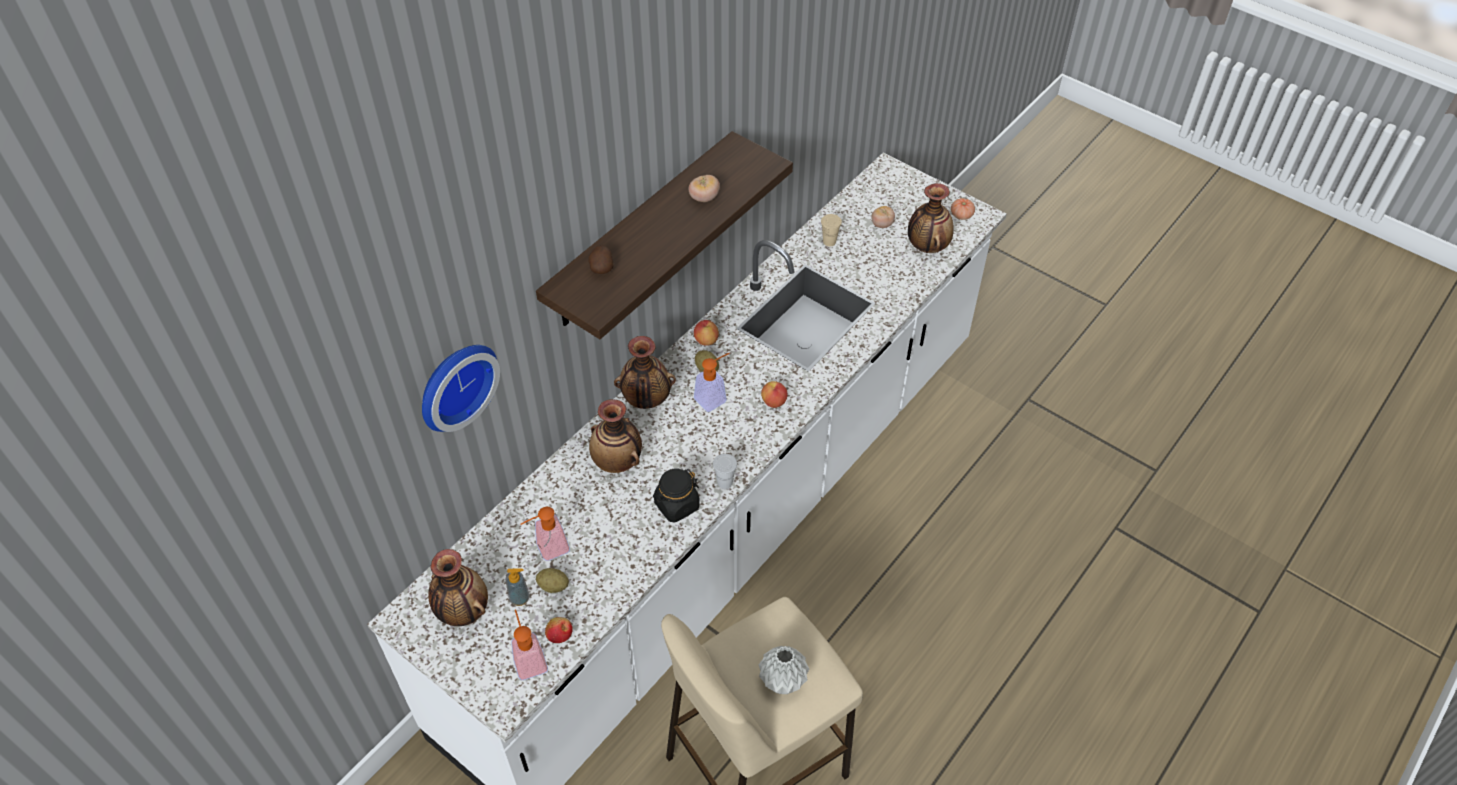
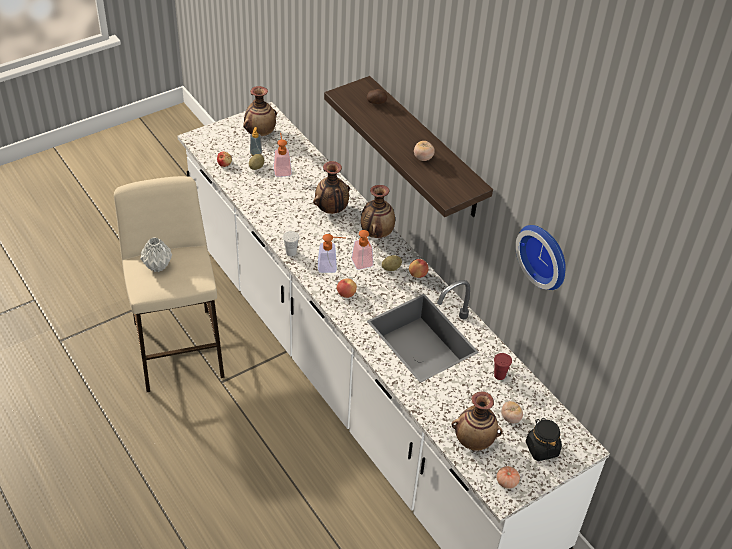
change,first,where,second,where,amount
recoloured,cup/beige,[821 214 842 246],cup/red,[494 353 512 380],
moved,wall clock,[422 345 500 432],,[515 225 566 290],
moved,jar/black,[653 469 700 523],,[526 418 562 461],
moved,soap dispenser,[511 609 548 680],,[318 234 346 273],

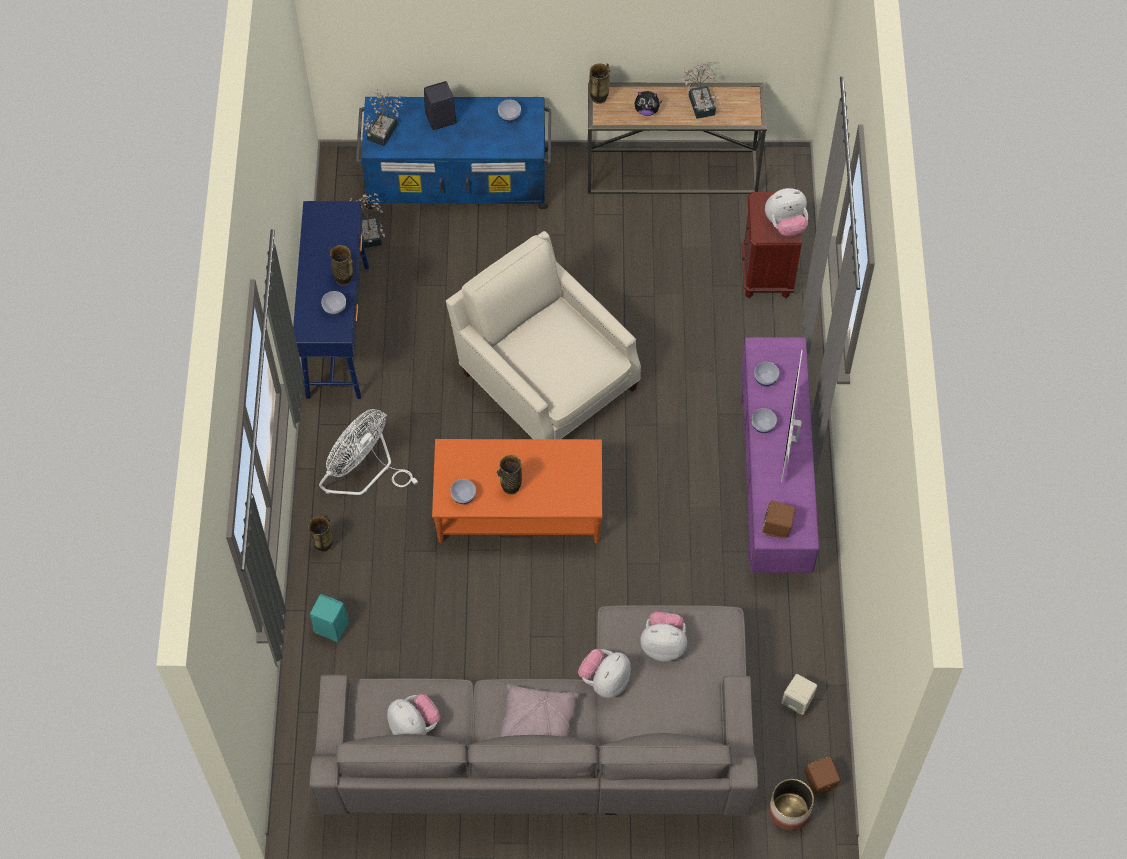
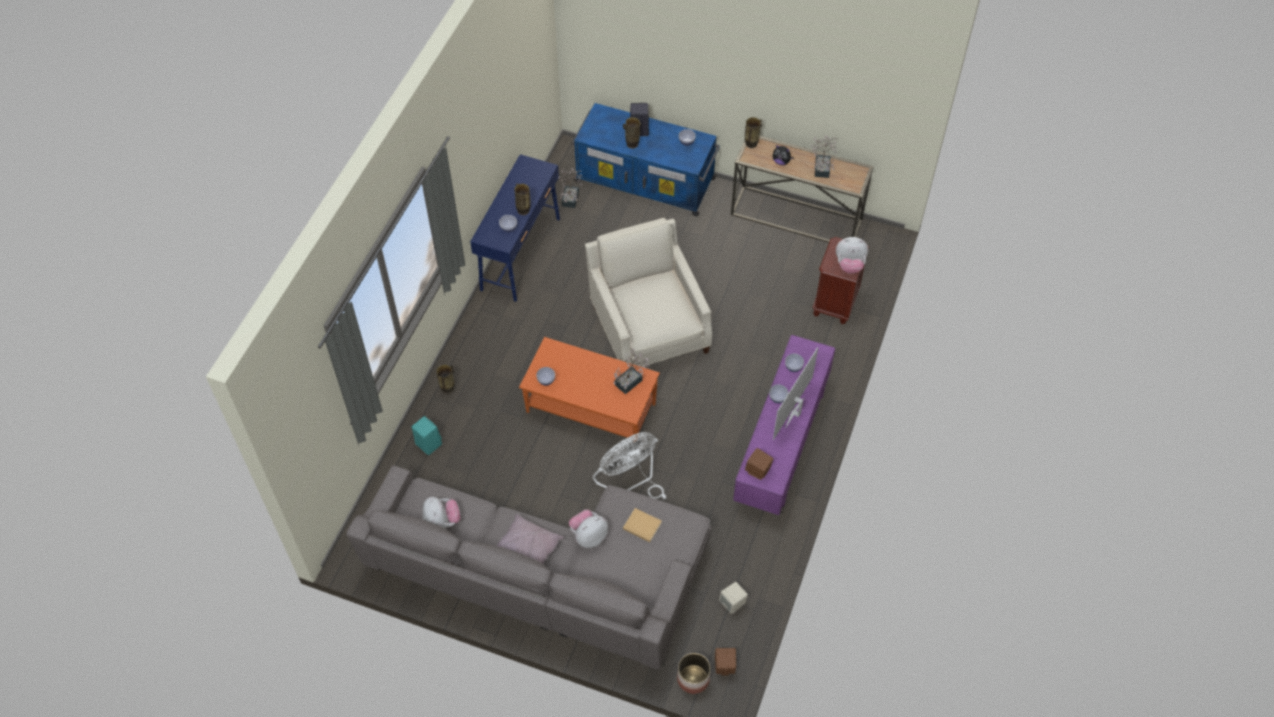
change,first,where,second,where,amount
moved,potted plant,[364 88 403 146],,[613 349 650 394],
moved,fan/white,[319 409 418 495],,[593 432 666 500],
moved,vase,[497 455 522 495],,[623 117 641 149],
replaced,plush toy,[640 612 687 661],book/beige,[623 508 662 542],

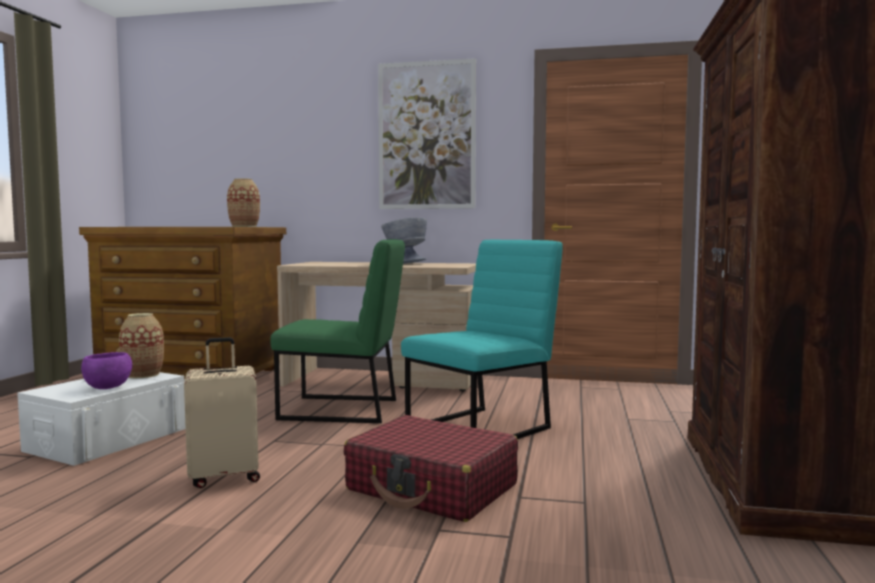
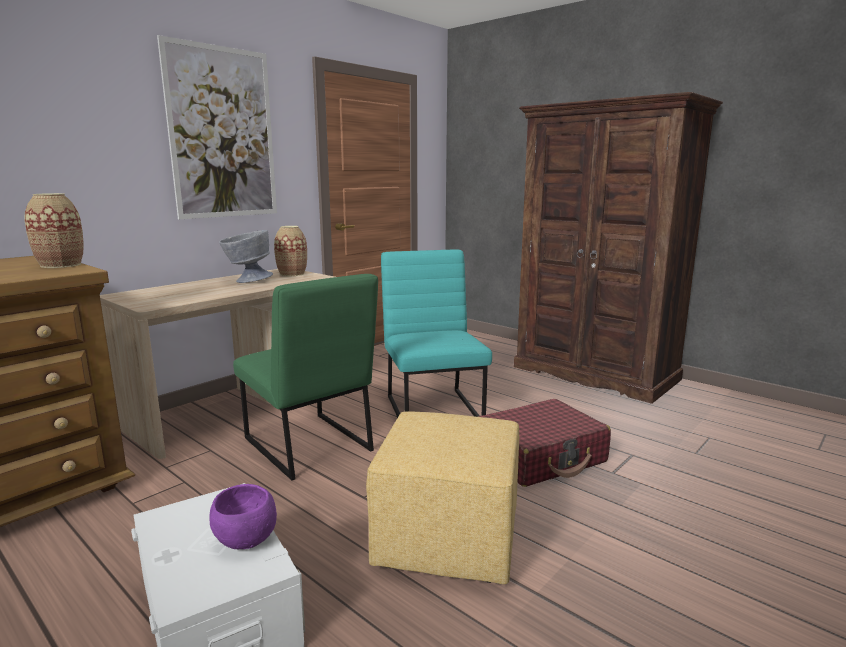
change,first,where,second,where,amount
turned,chair/green,[270 239 405 423],,[233 274 378 480],105 degrees clockwise
moved,vase,[119 313 164 378],,[274 226 307 276],
replaced,suitcase/beige,[184 337 260 488],ottoman/yellow,[366 411 519 584],

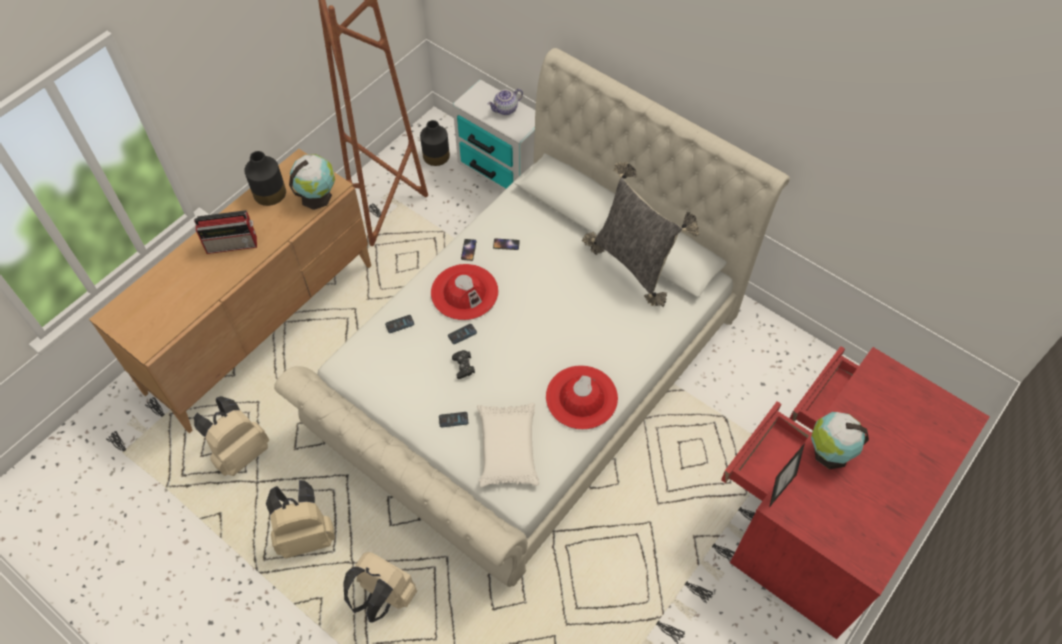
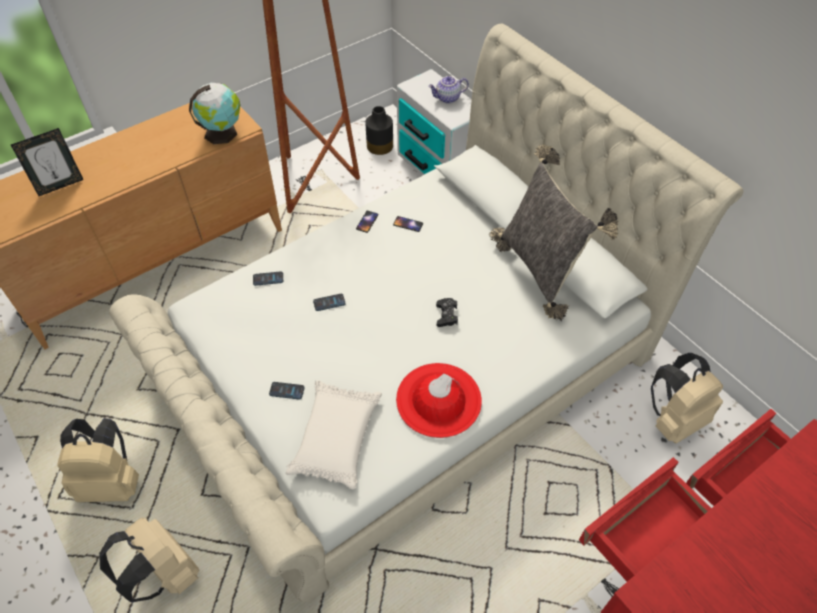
change,first,where,second,where,amount
removed,vase/black,[244 151 286 206],,,
removed,radio,[194 210 257 254],,,
removed,hat/red,[431 264 498 320],,,
moved,game controller/black,[452 350 475 379],,[436 298 458 327],
moved,backpack/beige,[194 396 269 476],,[651 353 723 444],
removed,globe,[811 412 869 470],,,
moved,picture frame,[769 443 805 508],,[11 128 84 196],

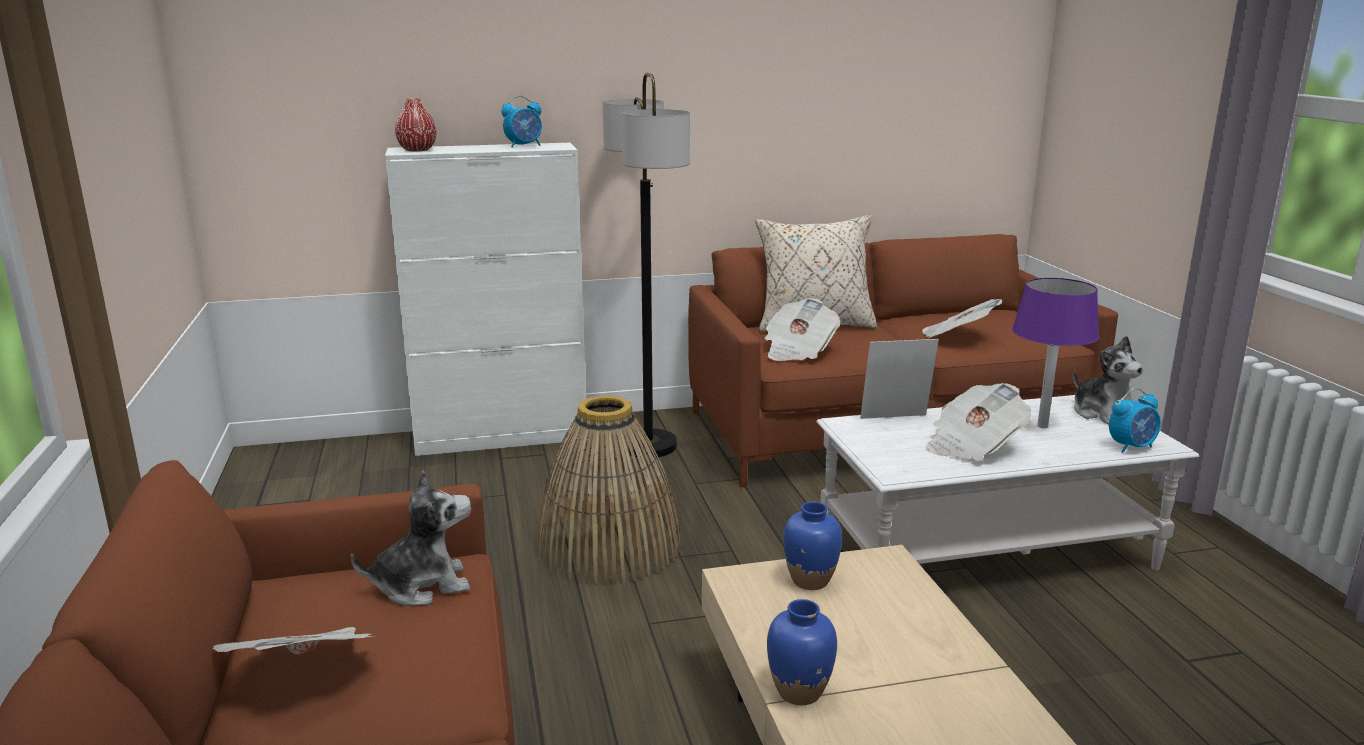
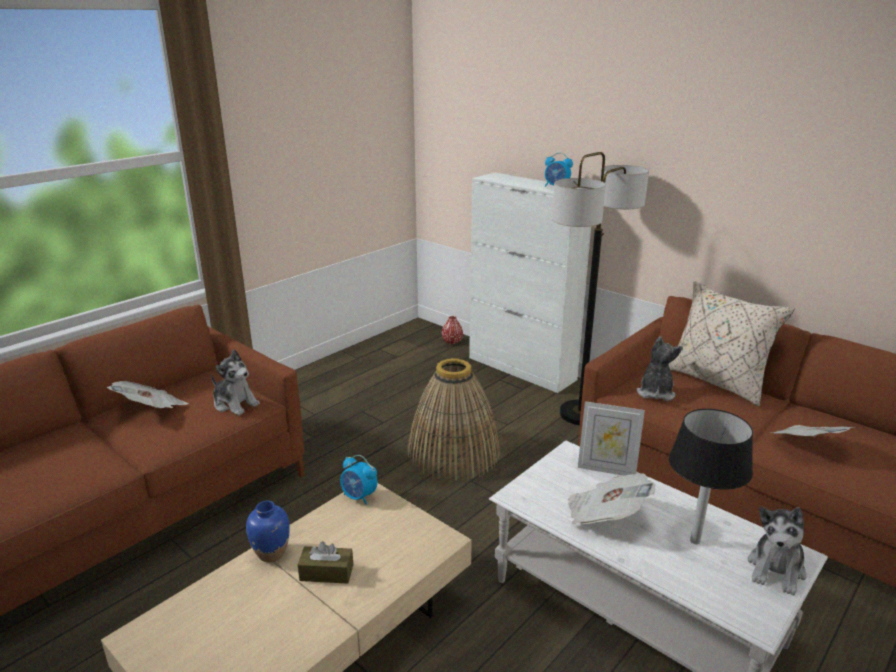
change,first,where,second,where,amount
moved,vase/red,[395 98 436 152],,[442 316 463 344],
recoloured,table lamp/purple,[1012 278 1100 428],table lamp/black,[669 409 753 544],
replaced,newspaper,[764 298 841 361],plush toy,[637 336 683 401],
turned,picture frame,[860 339 939 419],,[578 401 645 475],150 degrees clockwise
moved,alarm clock,[1109 388 1161 453],,[340 455 377 505],
removed,vase/blue,[783 501 842 590],,,
added,,,tissue box/brown,[298 541 353 584],

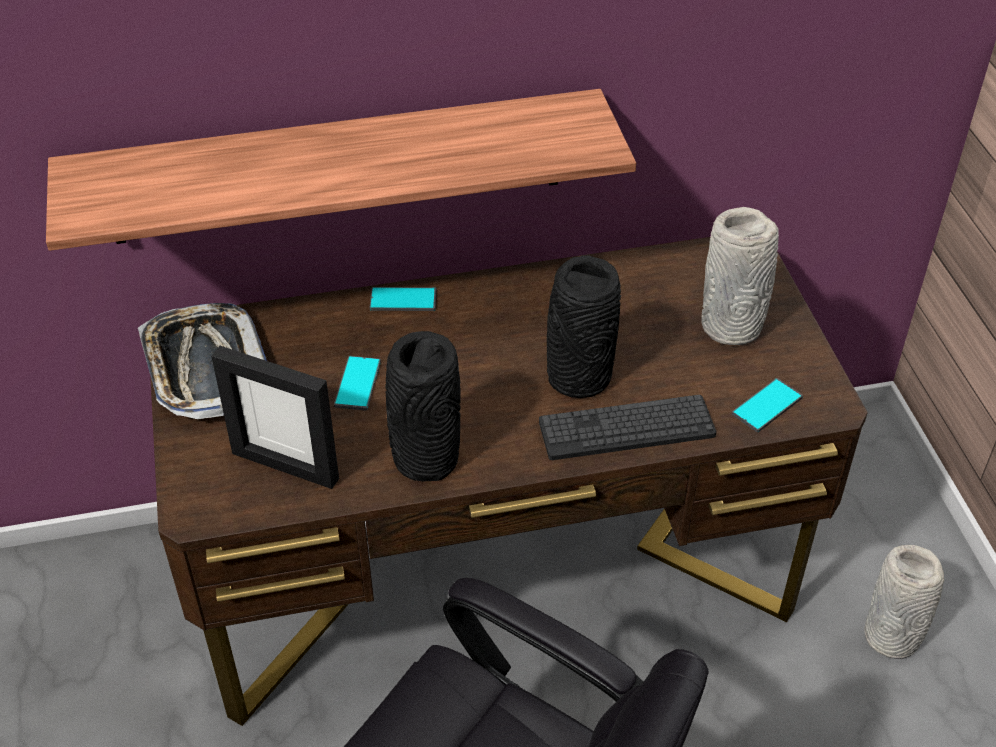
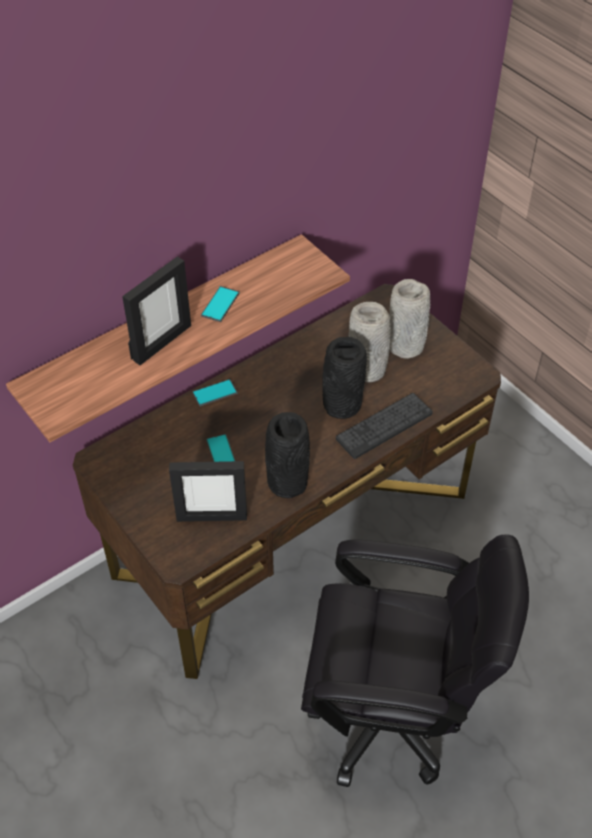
change,first,where,second,where,amount
removed,tray,[138 303 267 419],,,
moved,phone,[732 378 803 432],,[201 286 239 322],
moved,vase/grey,[864 545 944 659],,[349 302 391 382],
added,,,picture frame,[122 256 191 365],

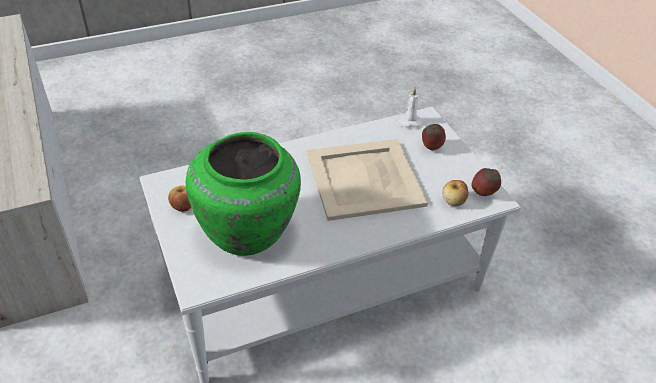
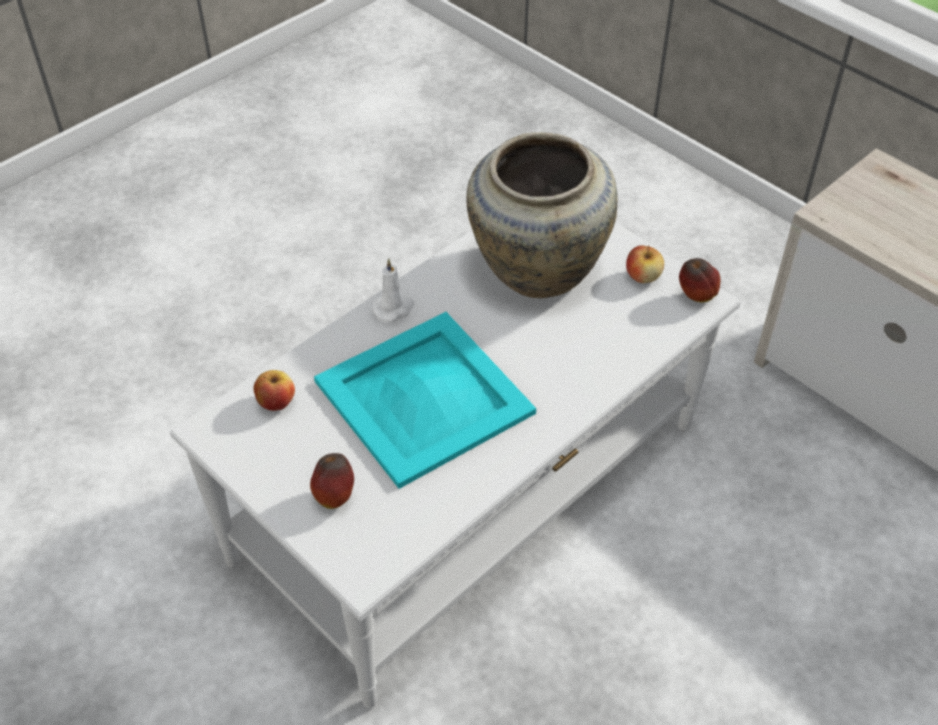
change,first,where,second,where,amount
moved,candle/white,[396 88 422 128],,[372 258 414 322],
recoloured,vase/green,[186 132 301 256],vase/beige,[466 132 618 298],
recoloured,tray/beige,[307 139 428 221],tray/turquoise,[314 312 536 489],
moved,apple,[471 168 501 196],,[679 258 720 302],

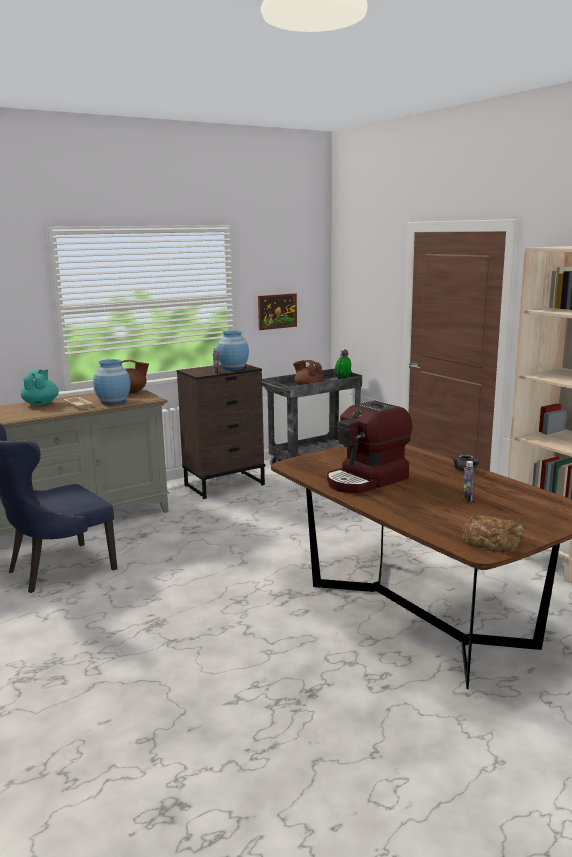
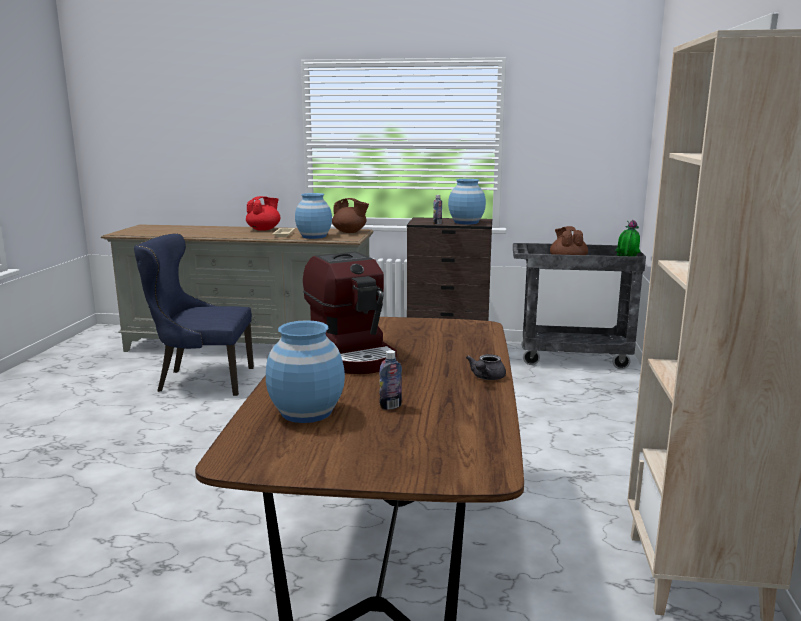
change,first,where,second,where,amount
removed,picture,[258 293 297 330],,,
recoloured,teapot/turquoise,[21 370 59 406],teapot/red,[246 196 280 231],
turned,coffee machine,[327 401 412 493],,[303 252 397 374],120 degrees counterclockwise
removed,bread,[462 514 524 552],,,
added,,,vase/blue,[266 320 345 423],

